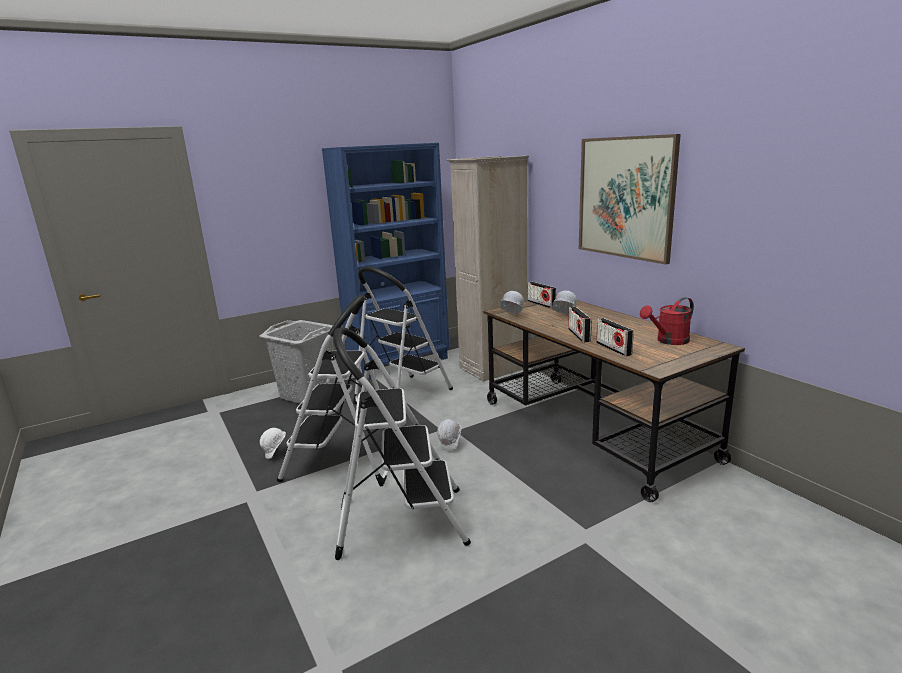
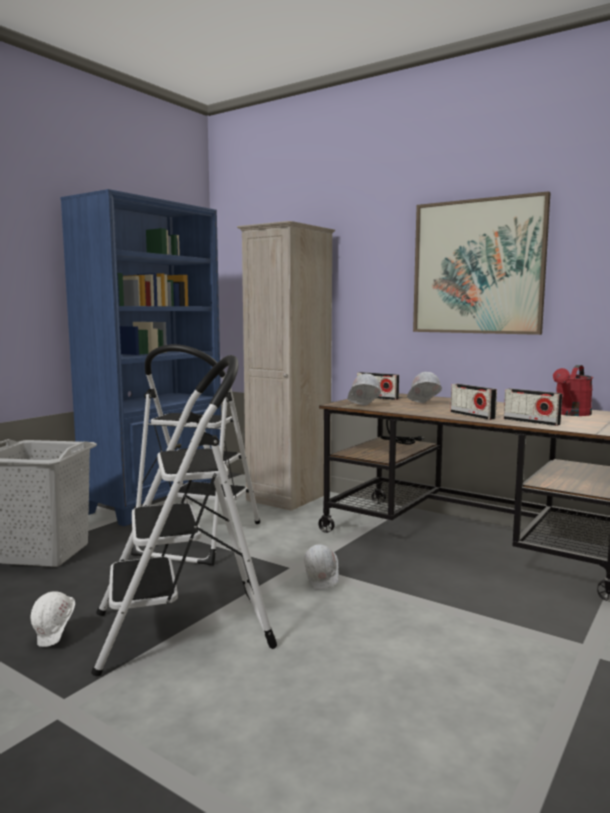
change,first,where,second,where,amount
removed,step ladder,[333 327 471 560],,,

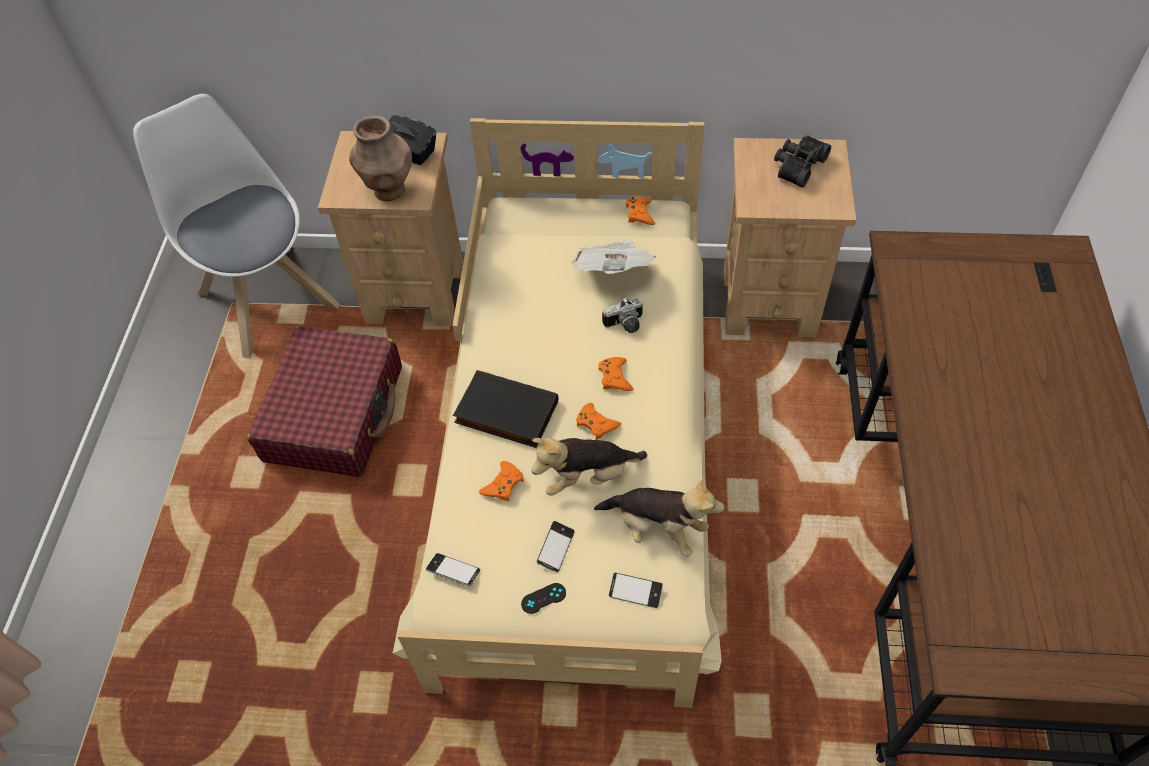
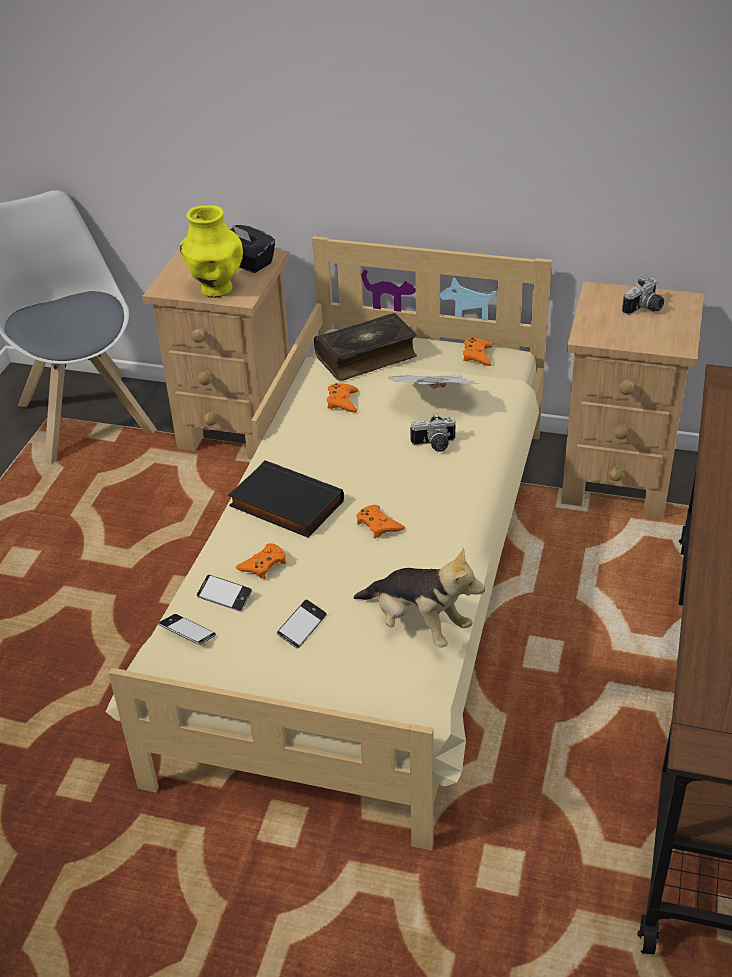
change,first,where,second,where,amount
recoloured,vase/brown,[349 116 412 201],vase/yellow,[180 205 243 298],
replaced,binoculars/black,[774 135 831 188],photo camera,[622 277 664 315],
removed,suitcase/red,[247 326 402 477],,,
moved,game controller/orange,[598 357 634 391],,[327 383 359 413],
removed,plush toy,[532 438 647 496],,,
moved,phone,[609 573 663 608],,[197 575 252 611],
removed,game controller/black,[521 583 566 614],,,
added,,,book,[314 313 417 381],

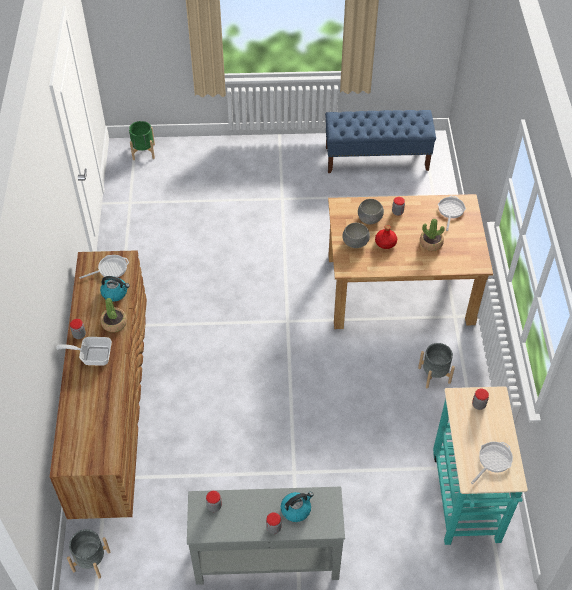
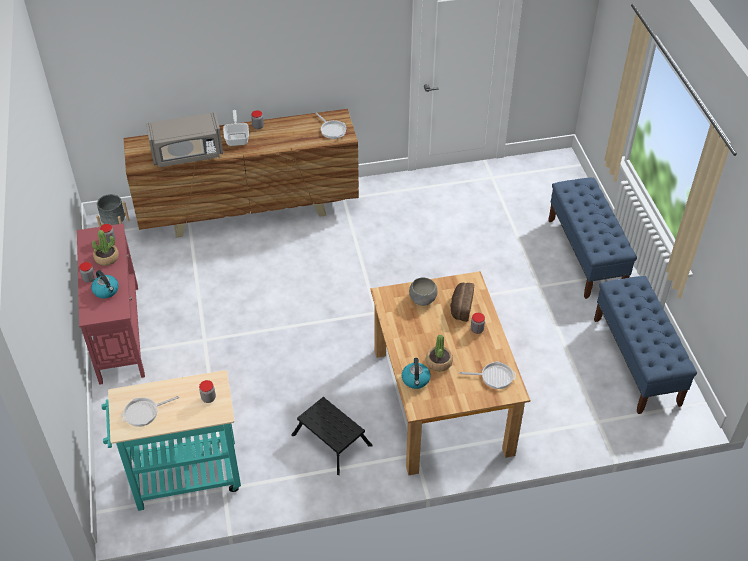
change,first,where,second,where,amount
removed,planter/green,[129 121 155 160],,,
replaced,bowl/grey,[358 199 384 224],bread,[450 283 474 322],
removed,bottle/red,[375 225 397 249],,,
moved,kettle,[100 276 130 302],,[402 358 431 389],
moved,potted plant,[100 298 127 332],,[92 230 119 265],
replaced,planter/grey,[418 343 455 388],step ladder/black,[291 396 372 475],
turned,frying pan,[471 442 513 484],,[121 396 179 427],120 degrees clockwise
recoloured,console table/grey,[187 487 345 585],console table/red,[77 223 145 385],
added,,,microwave/grey,[146 112 223 167],
added,,,bench/blue,[548 178 637 299],

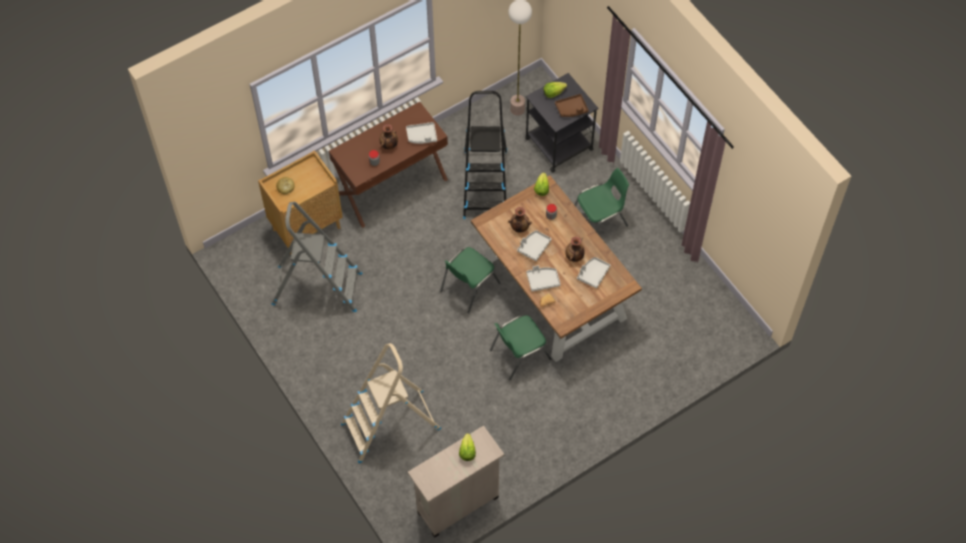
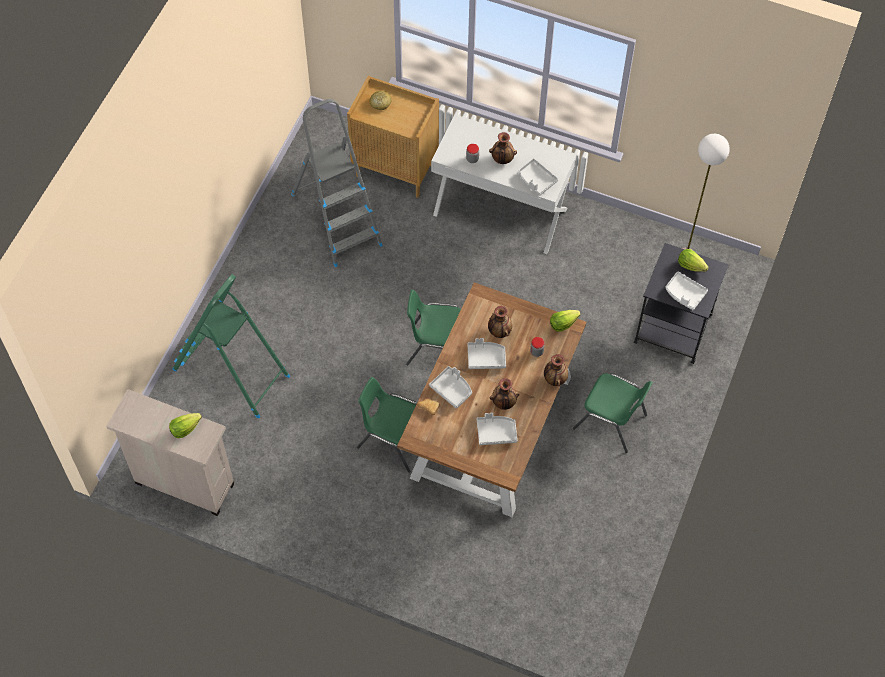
change,first,where,second,where,amount
removed,step ladder/black,[463 91 507 219],,,
recoloured,tray/brown,[555 94 589 117],tray/white,[665 272 708 310],
recoloured,console table/brown,[329 102 448 228],console table/white,[431 114 577 254],
recoloured,step ladder/beige,[341 343 441 463],step ladder/green,[172 274 290 418],
added,,,vase,[544 354 568 386],

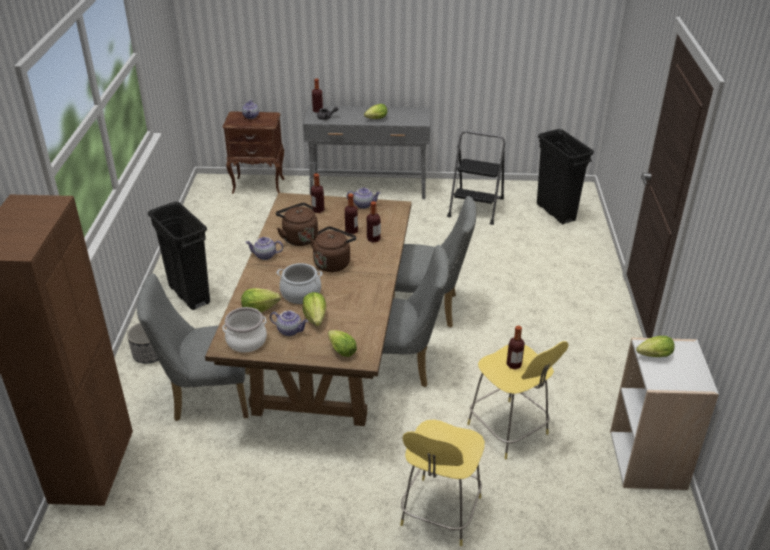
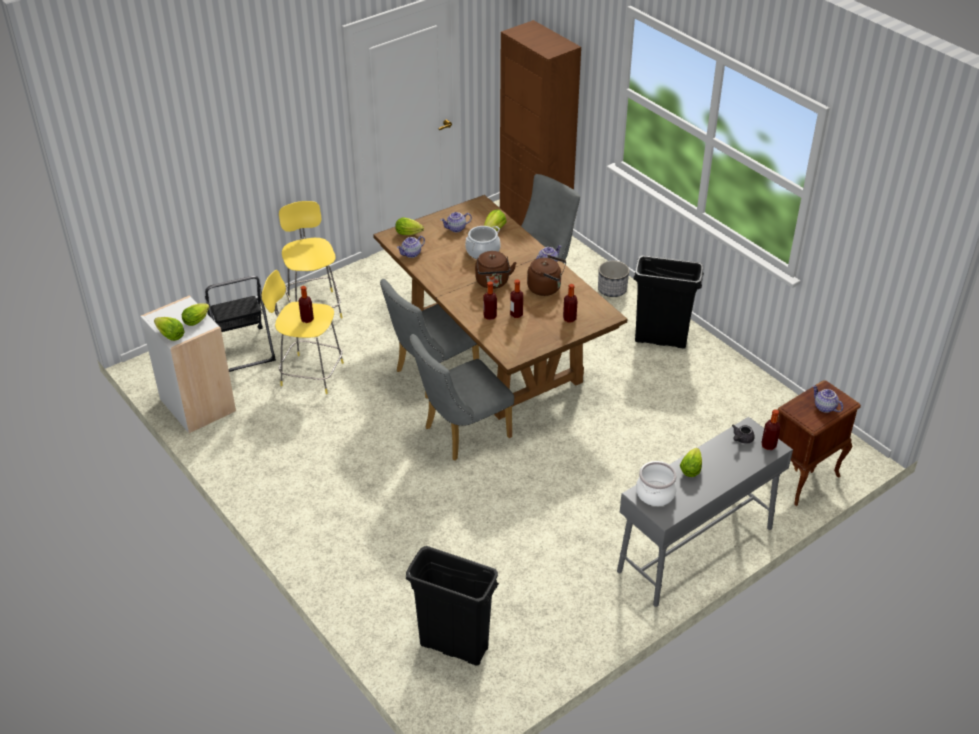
change,first,where,second,where,amount
moved,step ladder/black,[447 131 505 225],,[205 276 276 372],
moved,teapot,[347 188 381 209],,[397 236 425 258],
moved,lettuce,[303 292 326 326],,[154 317 185 341],
moved,cooking pot,[223 307 267 352],,[636 461 677 506],

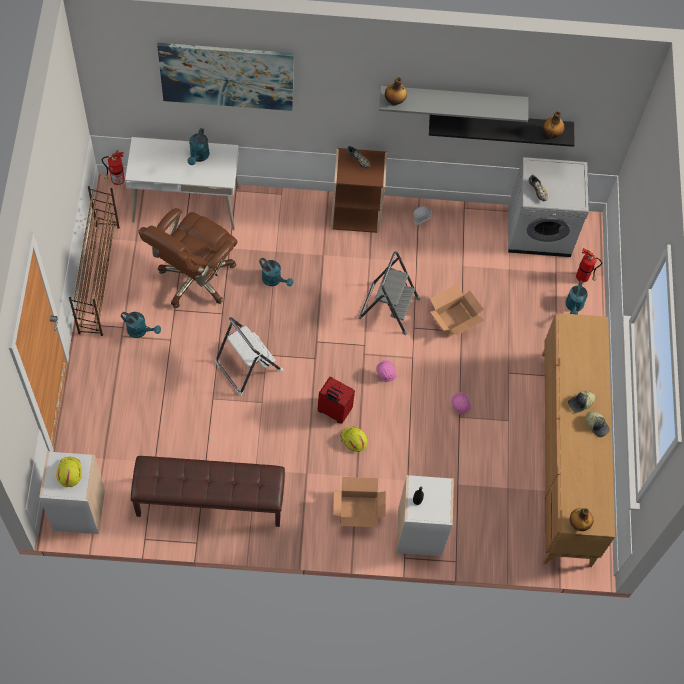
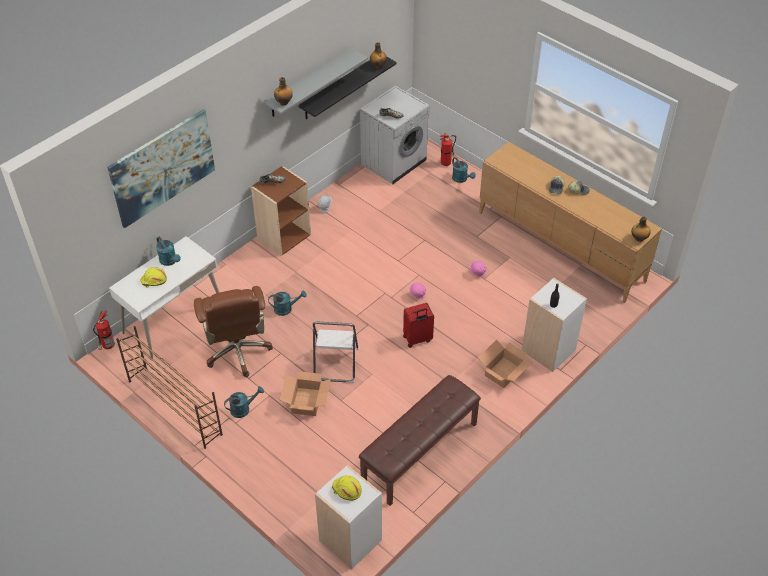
change,first,where,second,where,amount
removed,step ladder/grey,[359 252 420 335],,,
moved,cardboard box,[430 284 485 337],,[280 371 331 416],
moved,hard hat/yellow,[340 426 368 452],,[140 267 167 288],

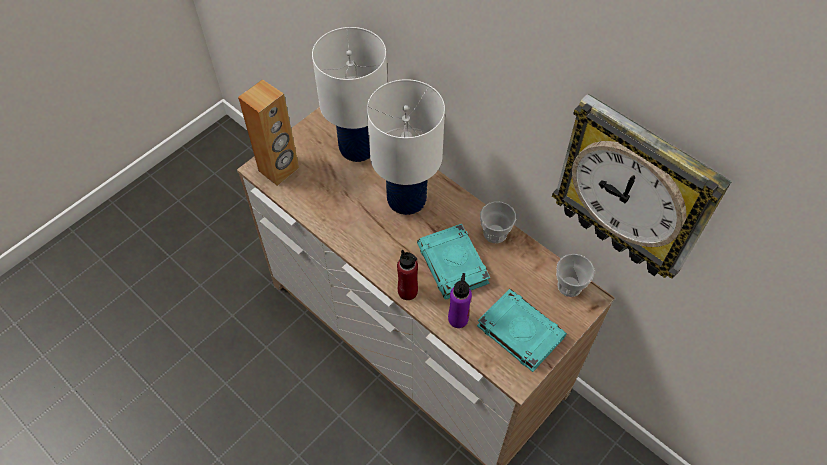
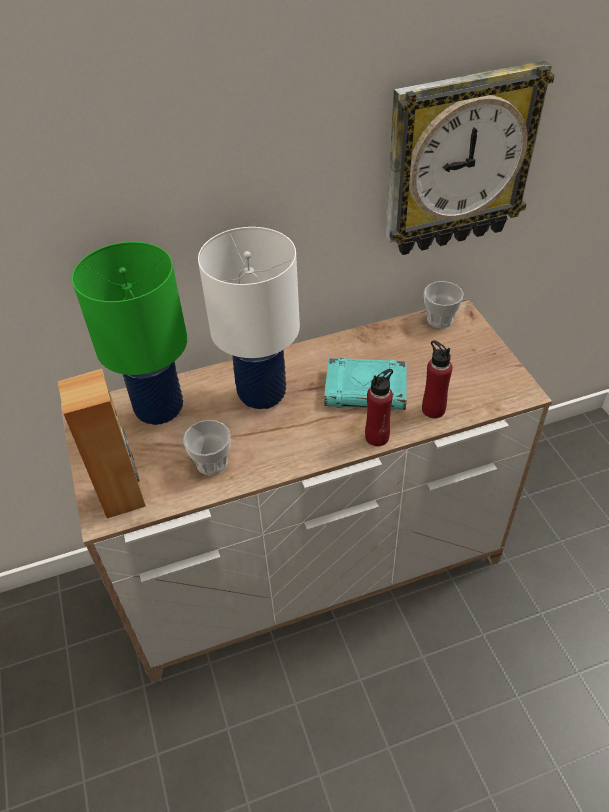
change,first,where,second,where,amount
recoloured,table lamp/white,[312 27 387 162],table lamp/green,[72 242 187 425],
moved,cup,[480 201 516 243],,[183 420 231 475],
recoloured,bottle/purple,[448 273 472 328],bottle/red,[422 340 452 418],
removed,book/turquoise,[477 289 567 372],,,

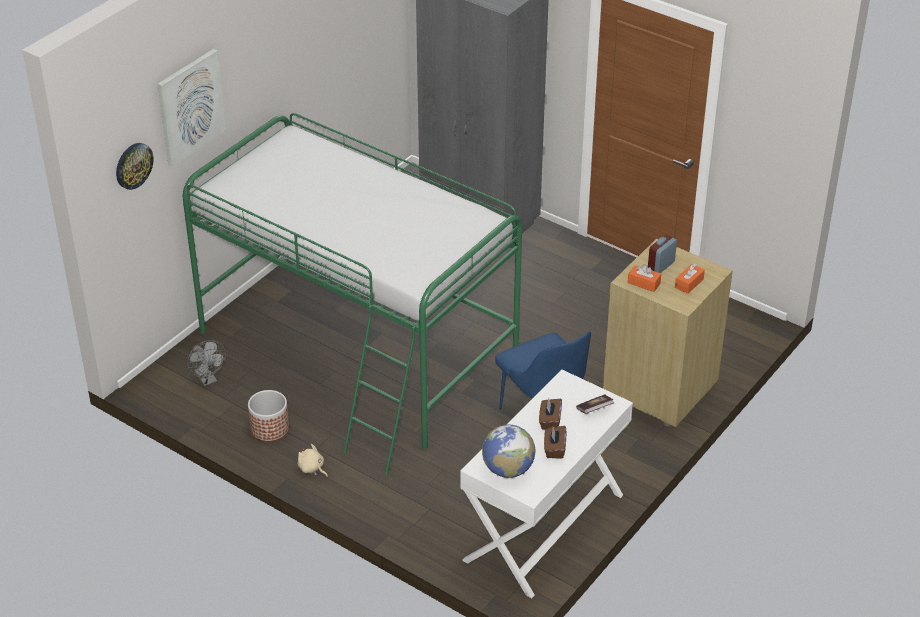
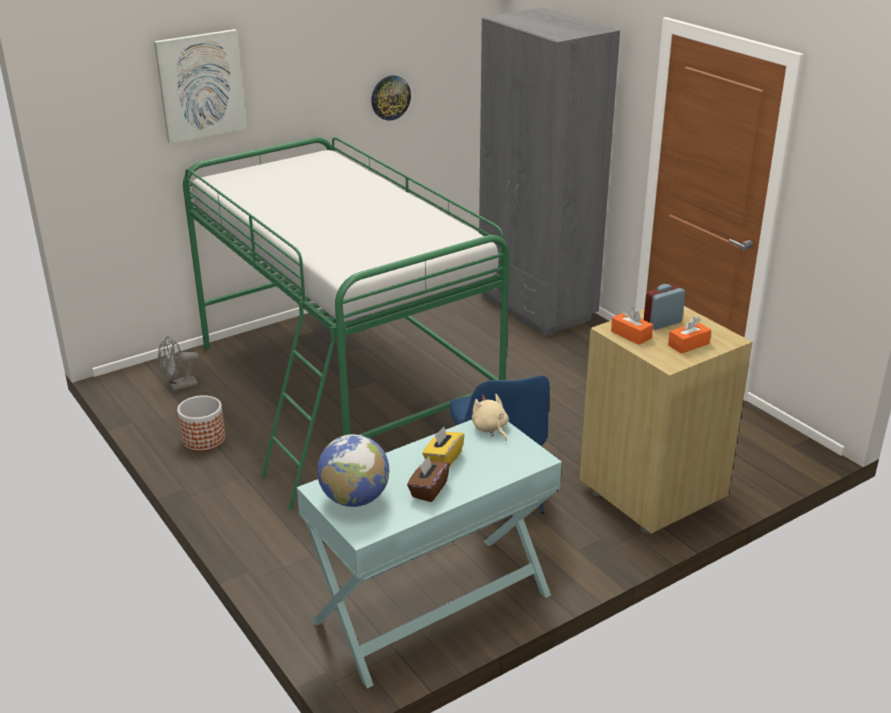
change,first,where,second,where,amount
moved,wall clock,[116 143 154 190],,[371 75 411 121],
turned,fan/grey,[187 340 226 386],,[158 336 199 391],75 degrees clockwise
recoloured,desk/white,[460 370 633 598],desk/turquoise,[297 420 562 689],
removed,book,[576 395 614 414],,,
recoloured,tissue box/brown,[539 398 562 430],tissue box/yellow,[422 427 465 465],
moved,plush toy/beige,[298 444 328 477],,[472 394 509 441],

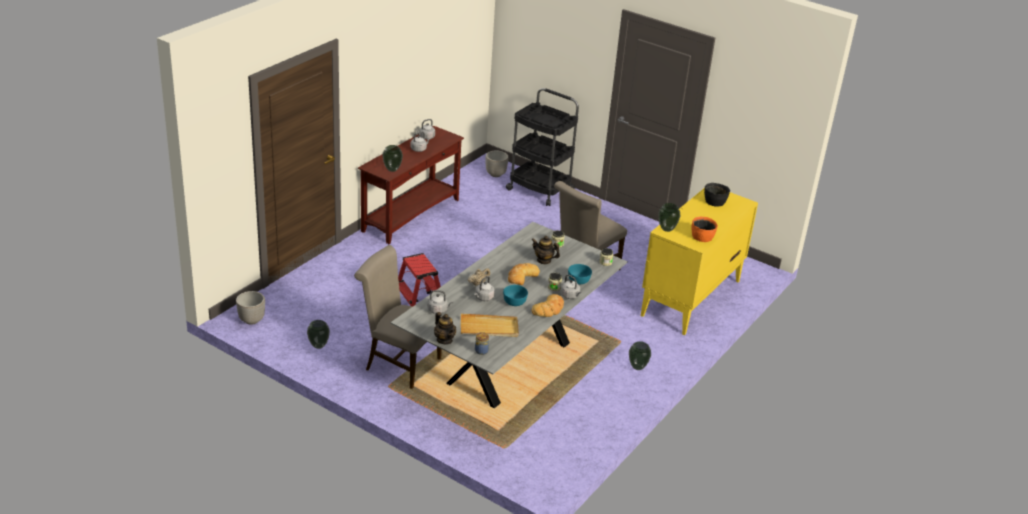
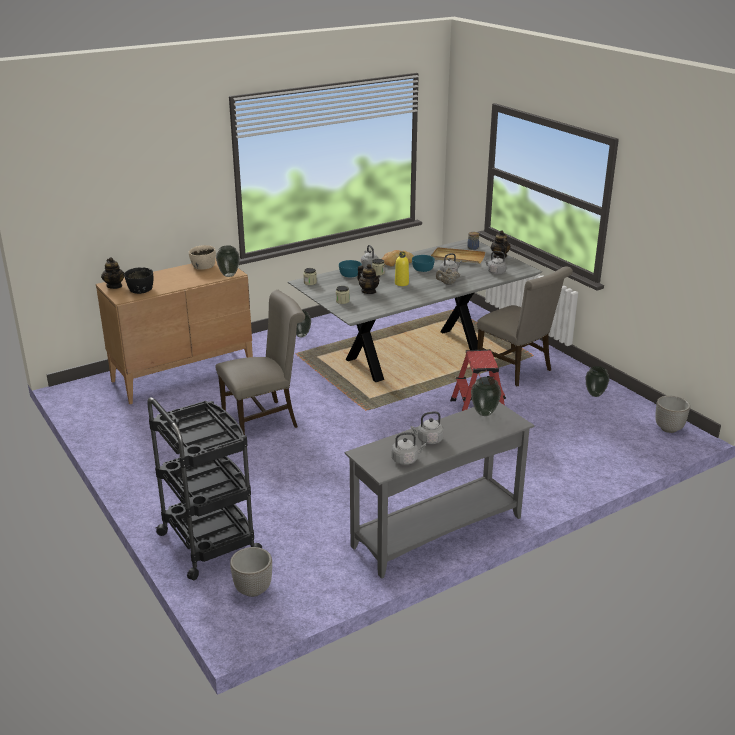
change,first,where,second,where,amount
recoloured,console table/brown,[358 126 464 244],console table/grey,[345 402 534 579],
recoloured,cabinet/yellow,[641 188 758 335],cabinet/brown,[96 259 253 404],
recoloured,bowl/orange,[692 217 718 242],bowl/beige,[189 245 216 270],
replaced,bread,[508 263 540 285],bottle/yellow,[395 252 409 286],
added,,,teapot,[101 257 124 289],

